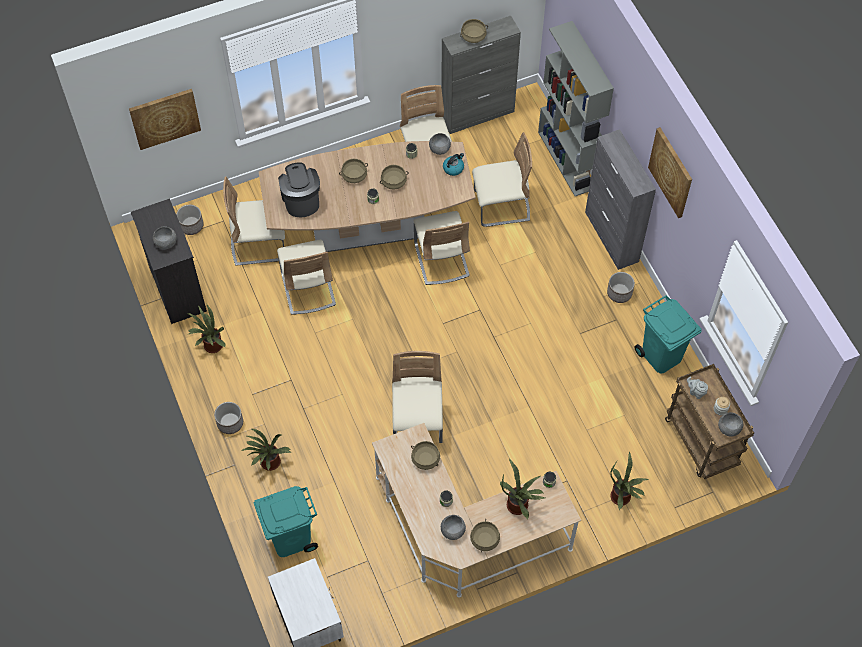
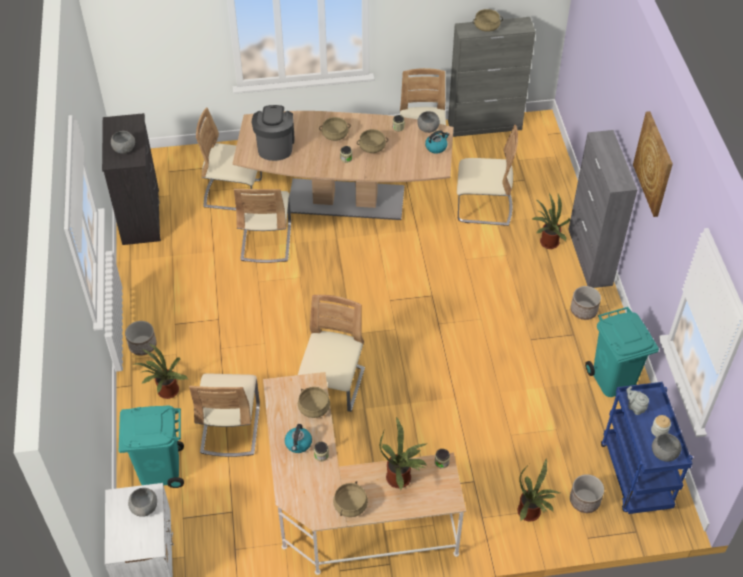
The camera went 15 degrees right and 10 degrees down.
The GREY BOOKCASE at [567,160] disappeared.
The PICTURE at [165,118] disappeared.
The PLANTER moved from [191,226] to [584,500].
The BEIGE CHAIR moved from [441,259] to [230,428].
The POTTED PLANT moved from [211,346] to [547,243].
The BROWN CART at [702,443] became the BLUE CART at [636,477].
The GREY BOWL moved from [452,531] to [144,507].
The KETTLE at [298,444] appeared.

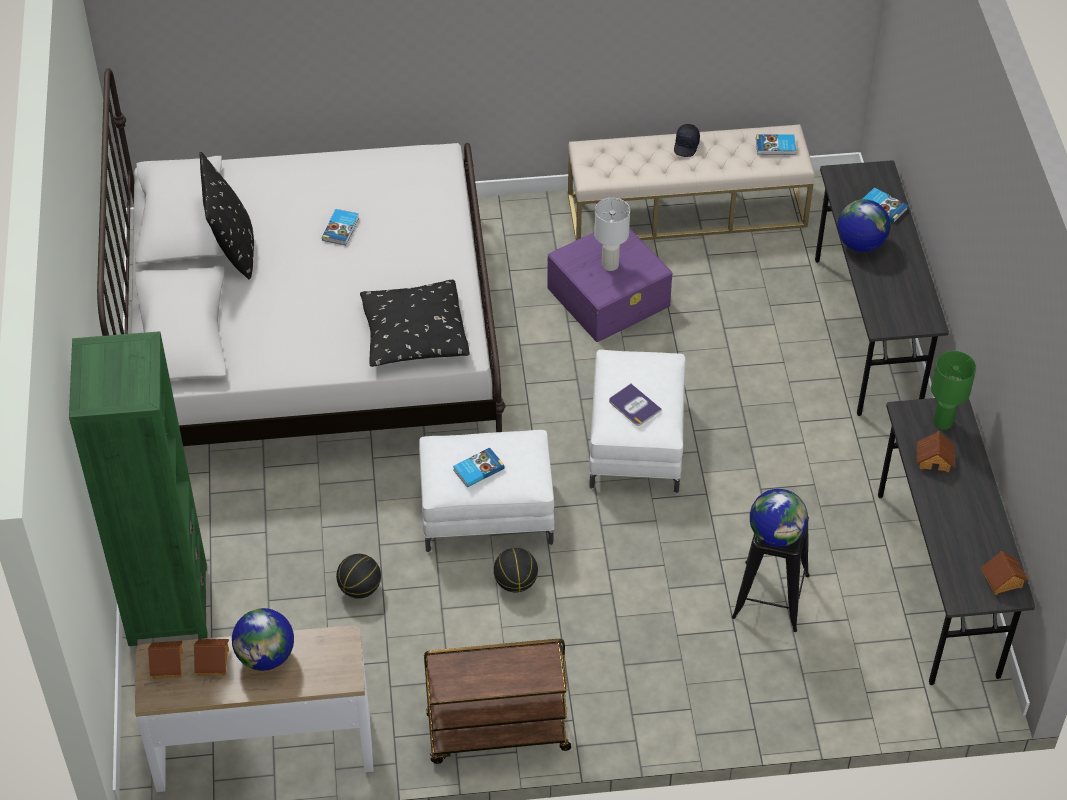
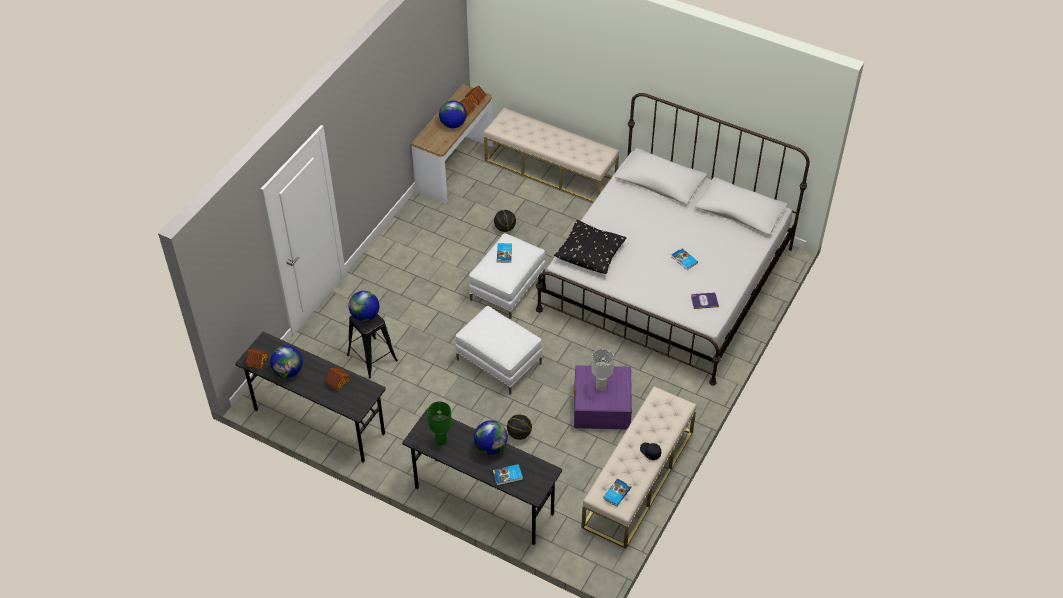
The camera went 125 degrees right and 0 degrees up.
The BLACK PILLOW at [232,247] disappeared.
The GREEN BOOKCASE at [167,604] was replaced by the BEIGE BENCH at [550,170].
The GREEN TABLE LAMP moved from [943,422] to [441,441].
The BOOK moved from [634,405] to [704,301].
The BASKETBALL moved from [515,583] to [519,434].
The BROWN CART at [496,734] disappeared.
The GLOBE at [288,371] appeared.

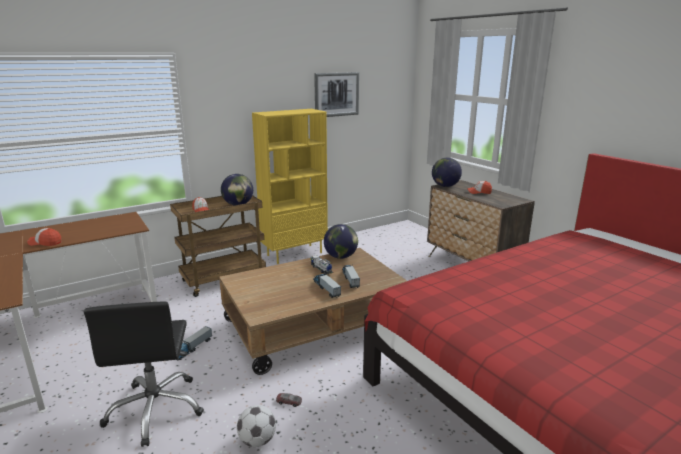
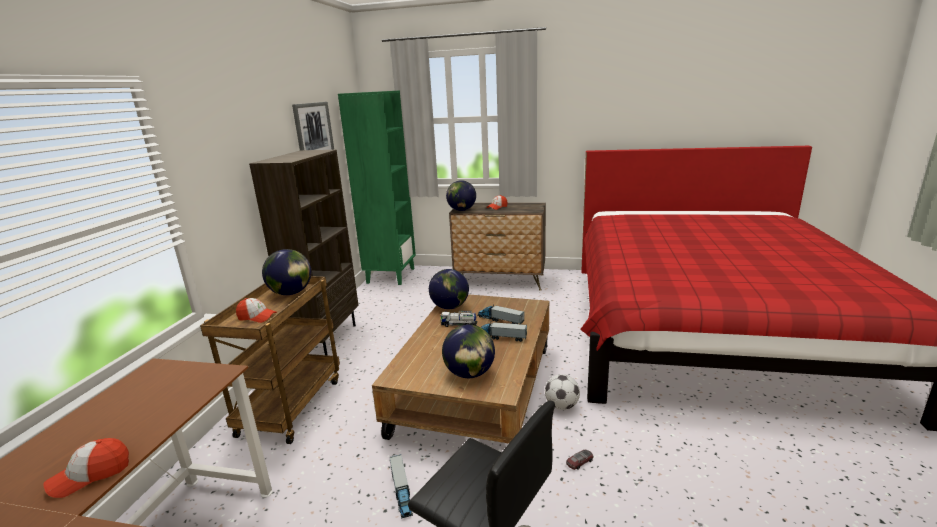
The camera went 45 degrees left and 0 degrees up.
The YELLOW BOOKCASE at [294,253] became the BROWN BOOKCASE at [327,339].
The FOOTBALL moved from [257,440] to [561,406].
The GREEN BOOKCASE at [390,275] appeared.
The GLOBE at [469,373] appeared.

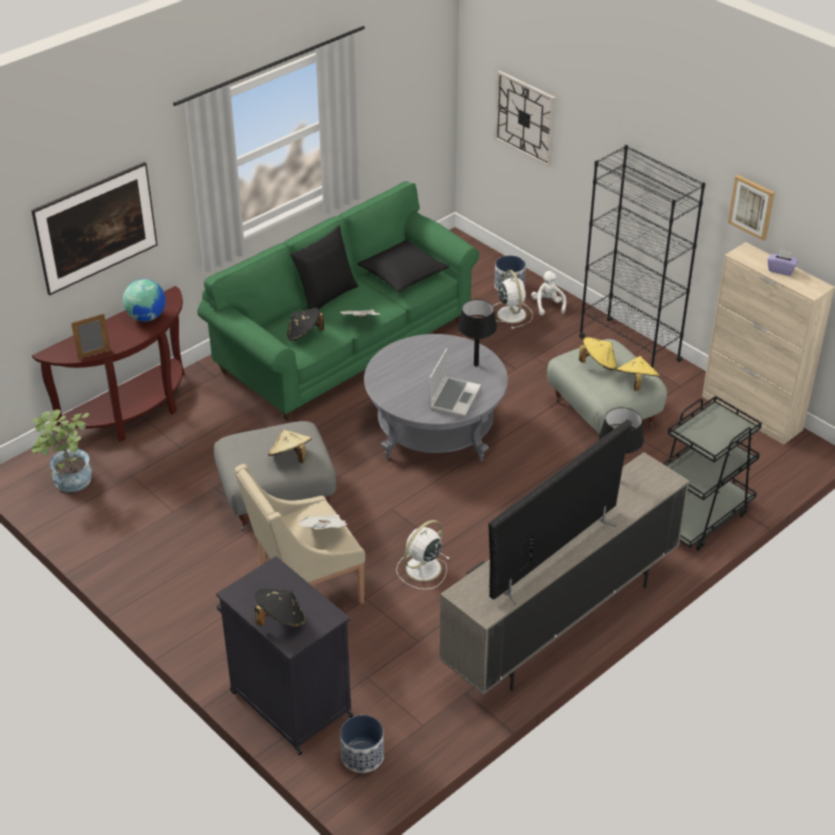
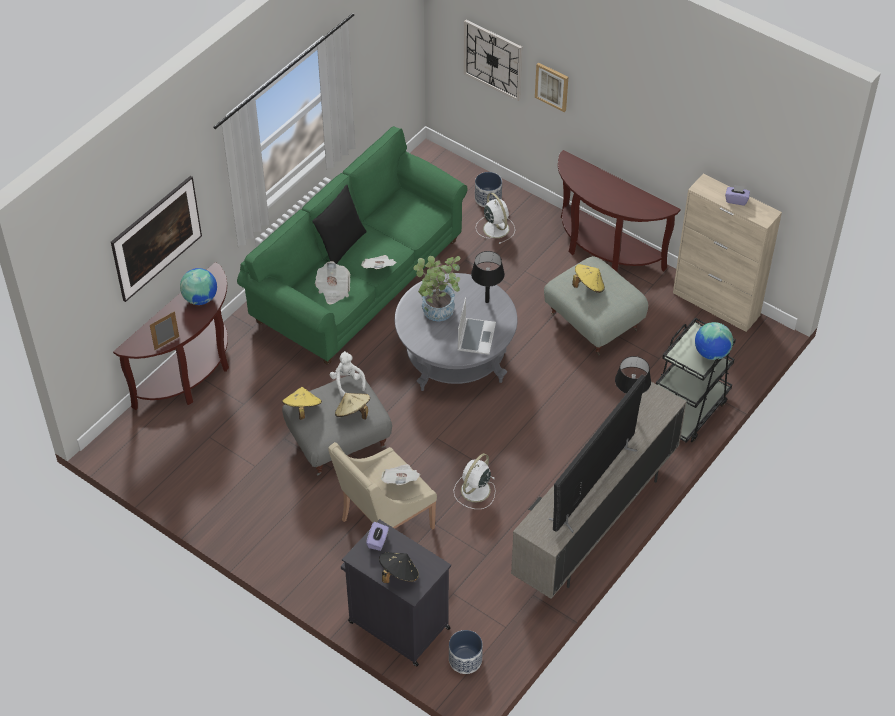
The camera went 10 degrees left and 10 degrees up.
The BLACK BOOKCASE at [629,348] was replaced by the BROWN CONSOLE TABLE at [604,251].
The PICTURE moved from [752,207] to [552,86].
The BLACK PILLOW at [402,274] disappeared.
The WHITE PLUSH TOY moved from [547,305] to [347,382].
The BLACK HAT at [304,335] was replaced by the NEWSPAPER at [333,290].
The YELLOW HAT moved from [636,384] to [302,409].
The POTTED PLANT moved from [70,483] to [437,313].
The GLOBE at [711,353] appeared.
The PURPLE TISSUE BOX at [378,541] appeared.

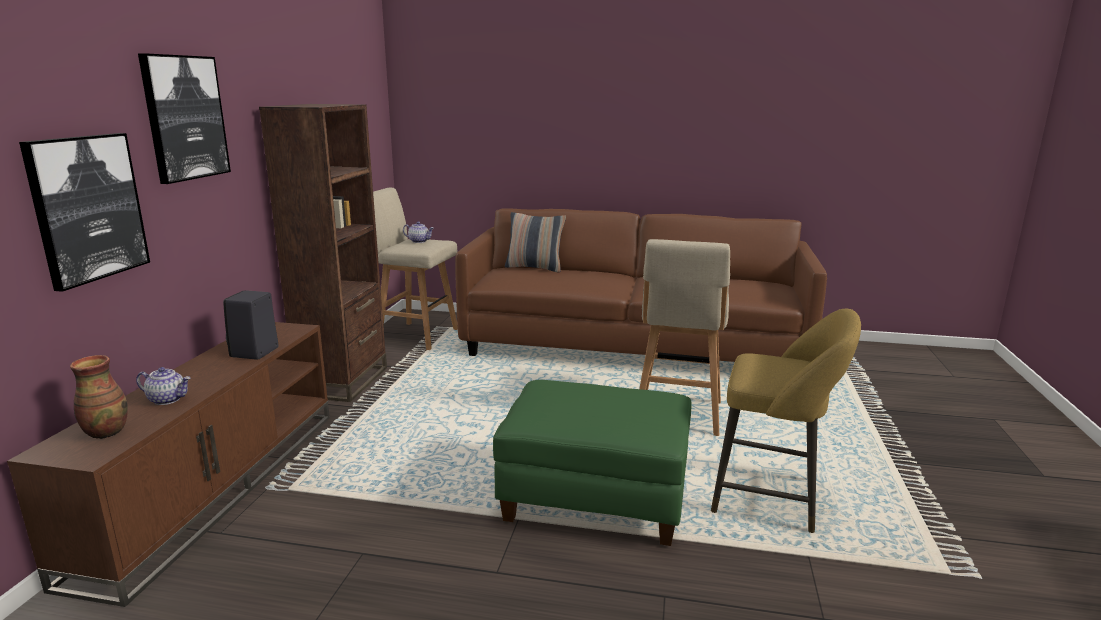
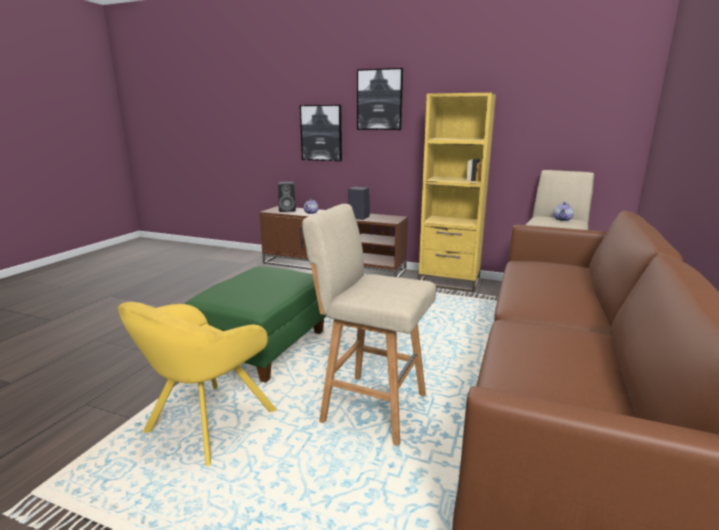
The camera went 100 degrees right and 0 degrees up.
The BROWN BOOKCASE at [343,381] became the YELLOW BOOKCASE at [449,282].
The PILLOW at [534,268] disappeared.
The YELLOW STOOL at [773,498] was replaced by the YELLOW ARMCHAIR at [206,425].
The VASE at [106,432] was replaced by the BLACK SPEAKER at [288,210].

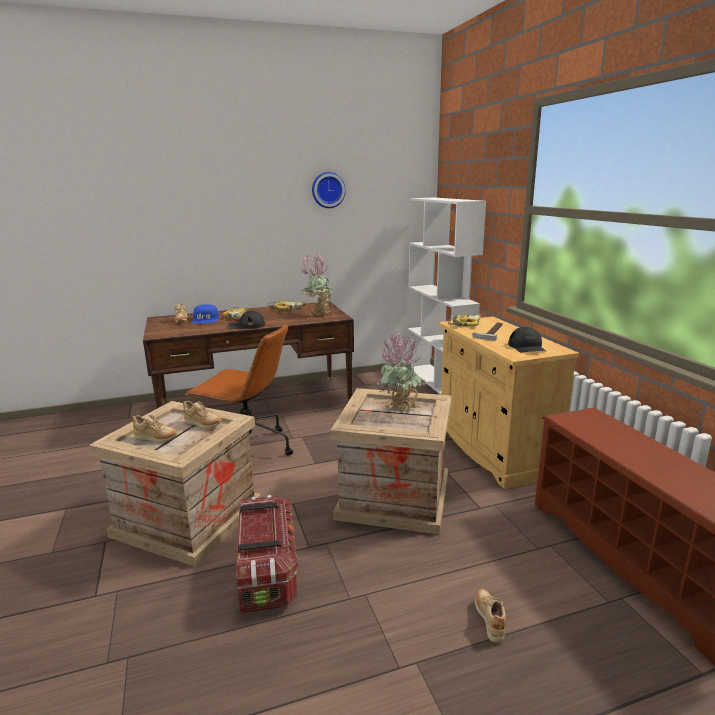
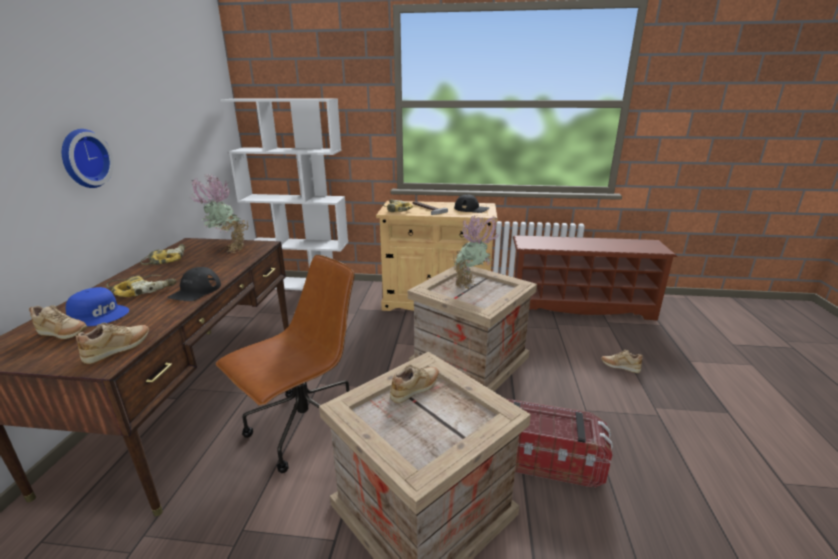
The camera went 65 degrees left and 5 degrees up.
The WALL CLOCK moved from [328,190] to [83,158].
The BEIGE SHOE moved from [156,439] to [118,350].

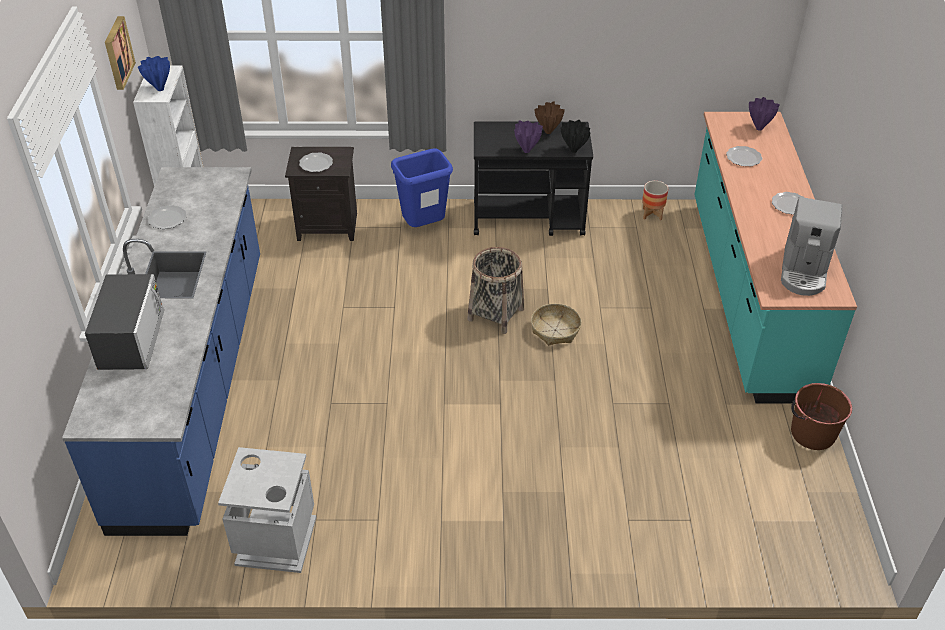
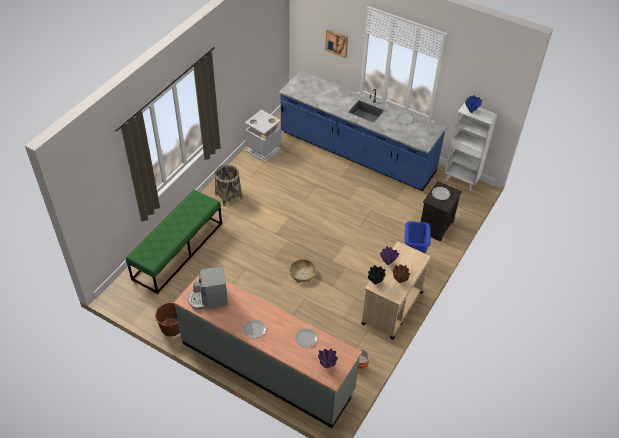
The camera went 120 degrees right and 5 degrees up.
The PICTURE moved from [117,52] to [337,43].
The TURQUOISE COUNTER at [748,294] became the GREY COUNTER at [267,367].
The BLACK CART at [529,219] became the BEIGE CART at [392,308].
The COFFEE MACHINE at [804,271] turned 60 degrees counterclockwise.
The BASKET moved from [495,314] to [229,196].
The MICROWAVE at [132,340] disappeared.
The GREEN BENCH at [178,250] appeared.

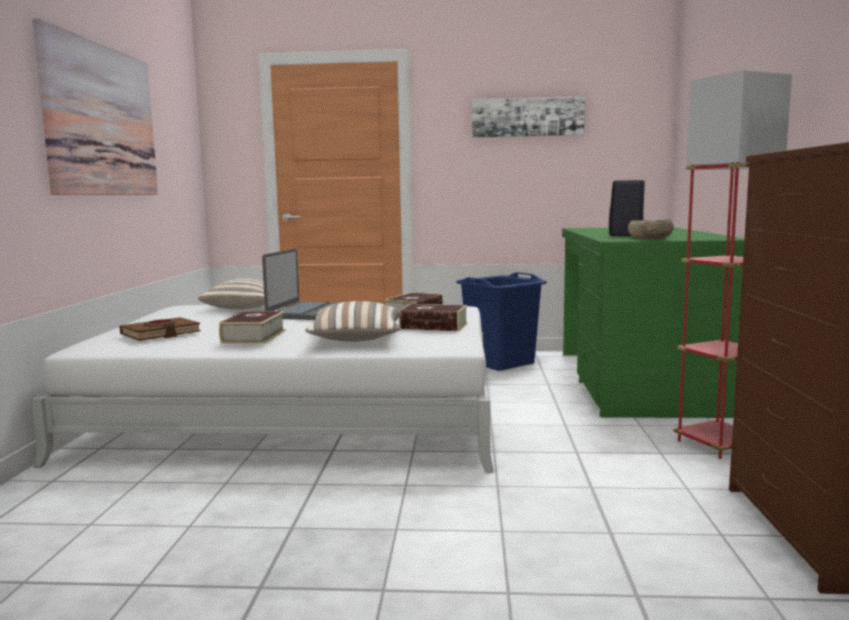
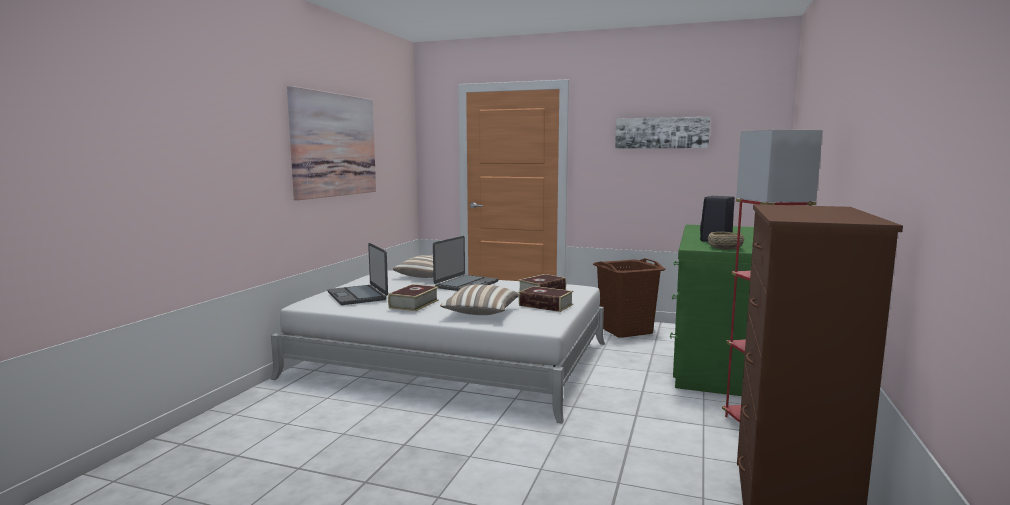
The camera went 15 degrees right and 0 degrees up.
The BLUE LAUNDRY BASKET at [501,363] became the BROWN LAUNDRY BASKET at [626,330].
The BROWN BOOK at [161,334] was replaced by the LAPTOP at [358,296].

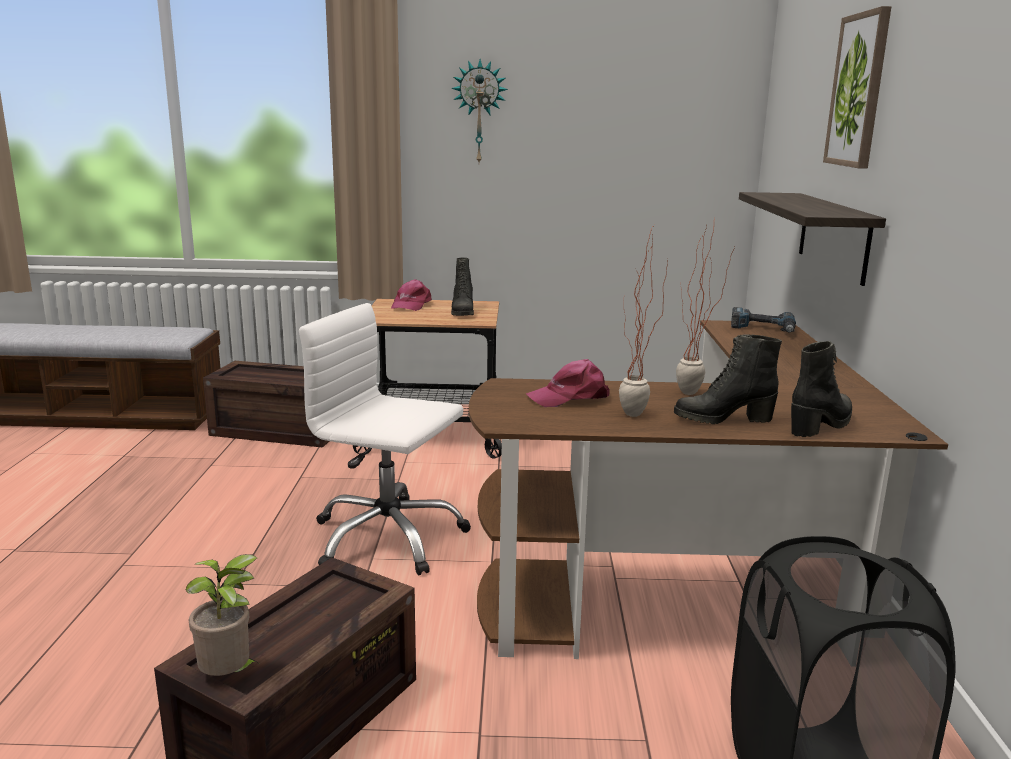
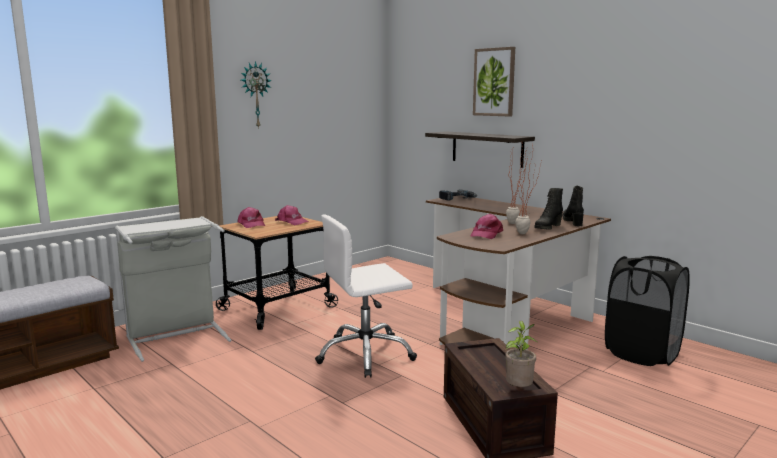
The camera went 45 degrees left and 5 degrees down.
The BLACK BOOT at [462,312] was replaced by the PINK CAP at [292,222].
The CRATE at [281,430] was replaced by the GREY LAUNDRY BASKET at [176,336].

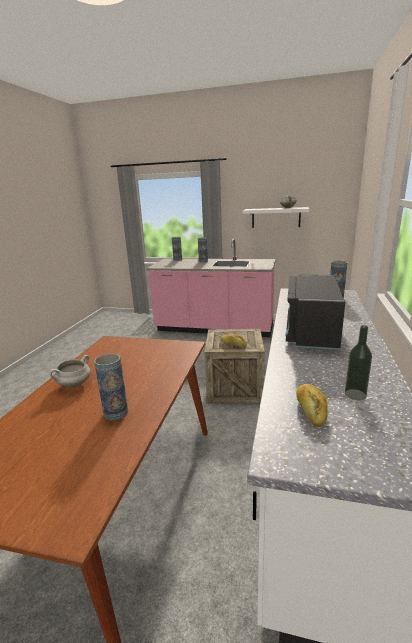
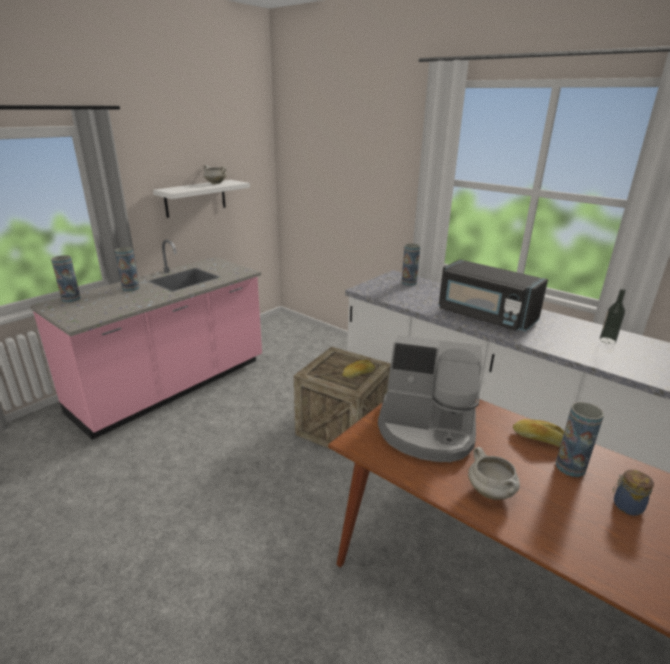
The camera went 65 degrees left and 5 degrees up.
The BREAD moved from [311,410] to [539,439].
The COFFEE MACHINE at [427,430] appeared.
The JAR at [626,506] appeared.

